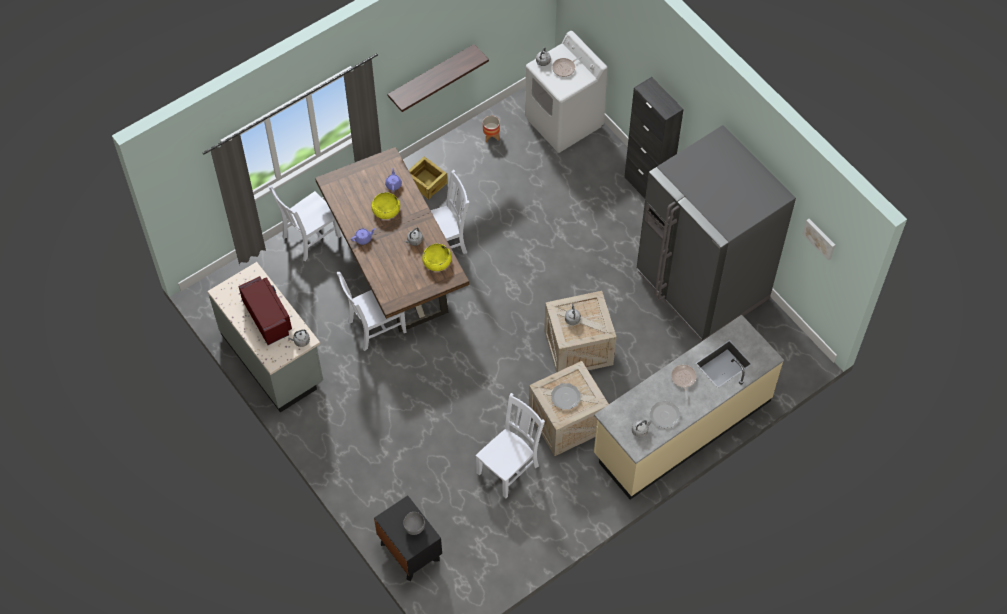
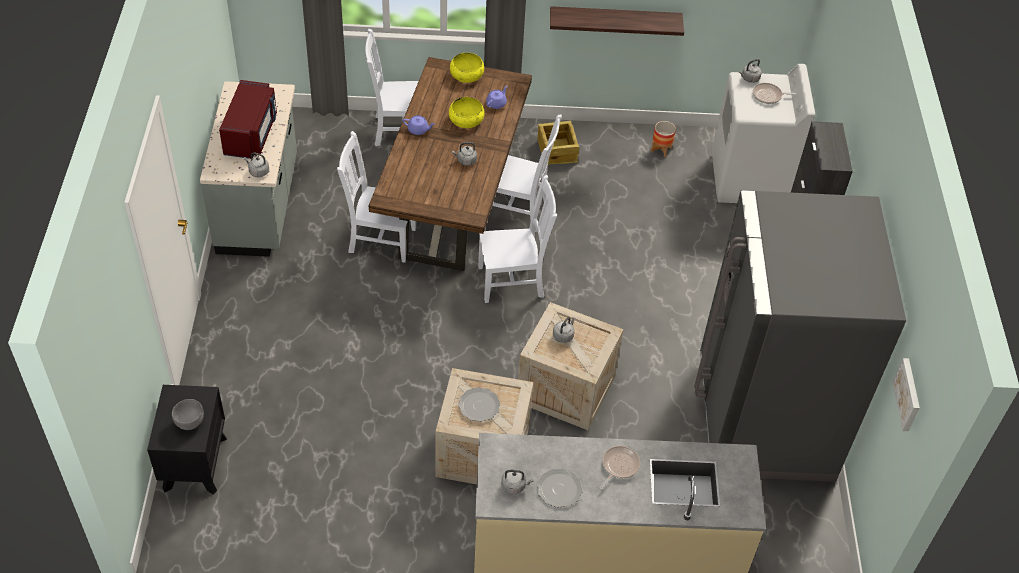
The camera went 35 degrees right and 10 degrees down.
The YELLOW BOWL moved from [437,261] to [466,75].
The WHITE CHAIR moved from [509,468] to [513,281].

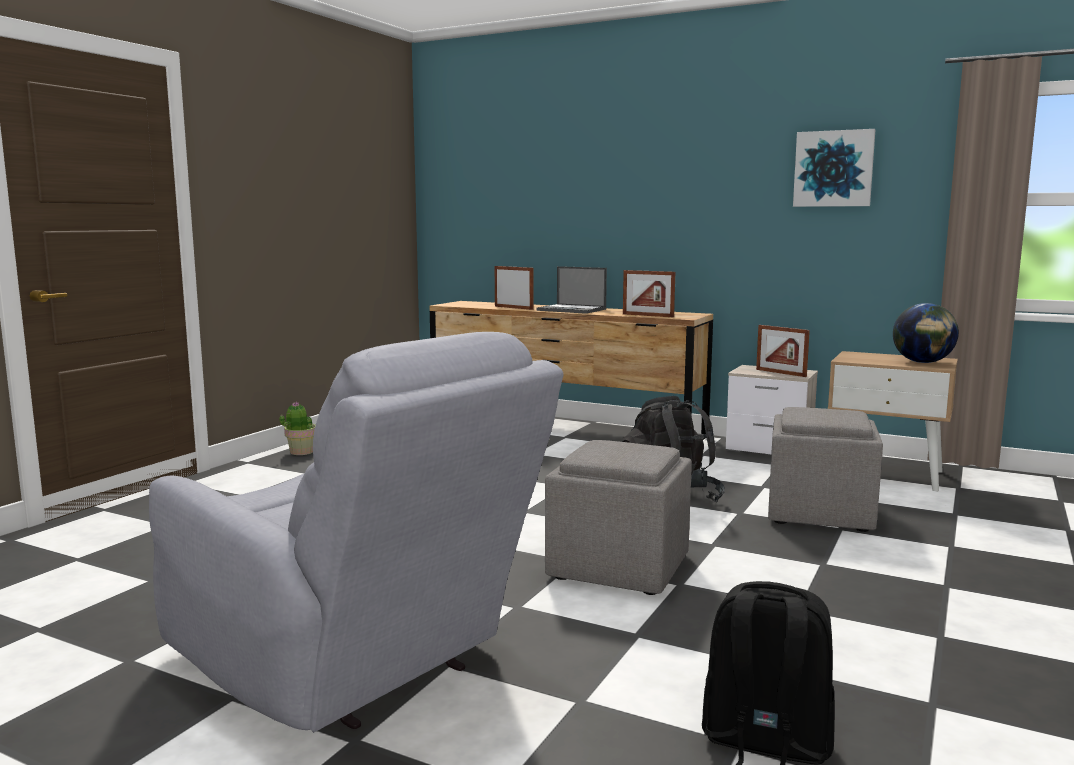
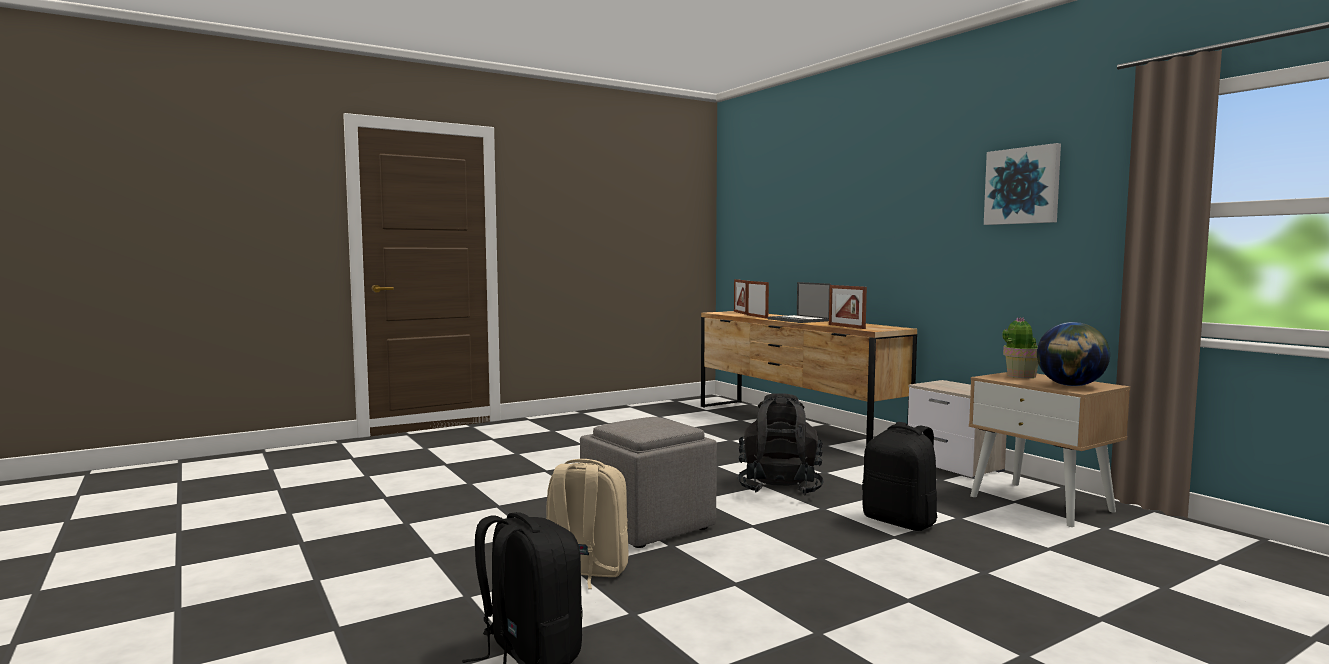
The camera went 30 degrees right and 5 degrees down.
The PICTURE FRAME moved from [780,373] to [740,313].
The GREY ARMCHAIR at [353,665] disappeared.
The POTTED PLANT moved from [301,452] to [1020,376].
The GREY OTTOMAN at [820,513] was replaced by the BLACK BACKPACK at [900,521].
The BEIGE BACKPACK at [585,571] appeared.

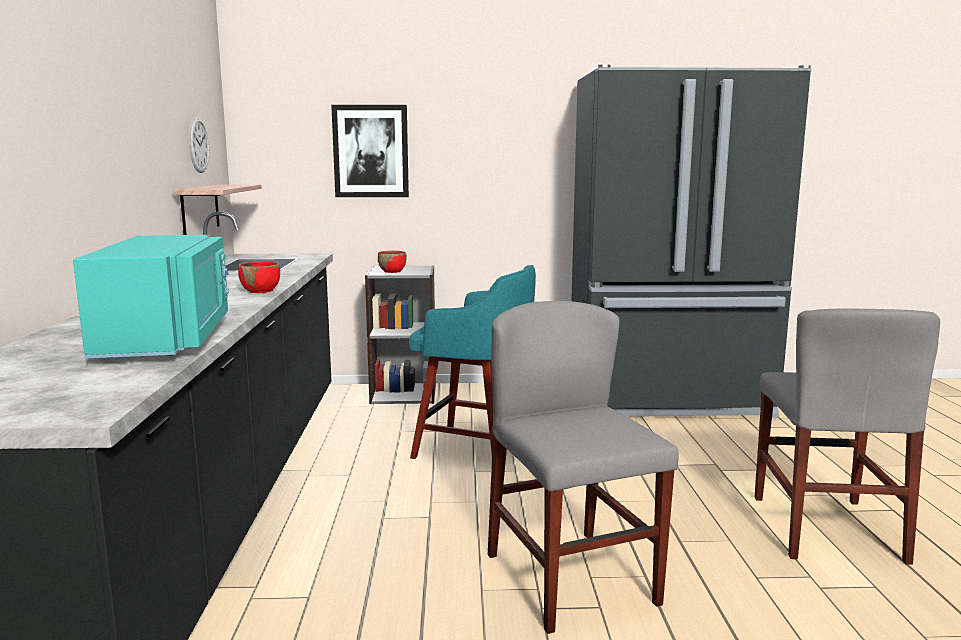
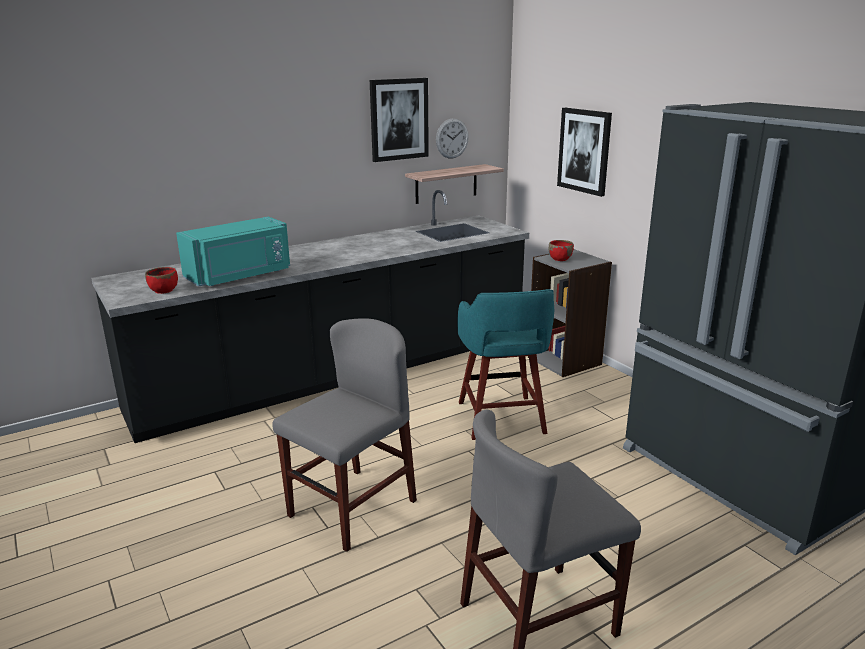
The camera went 60 degrees right and 10 degrees up.
The RED BOWL moved from [261,291] to [164,290].
The PICTURE at [399,119] appeared.

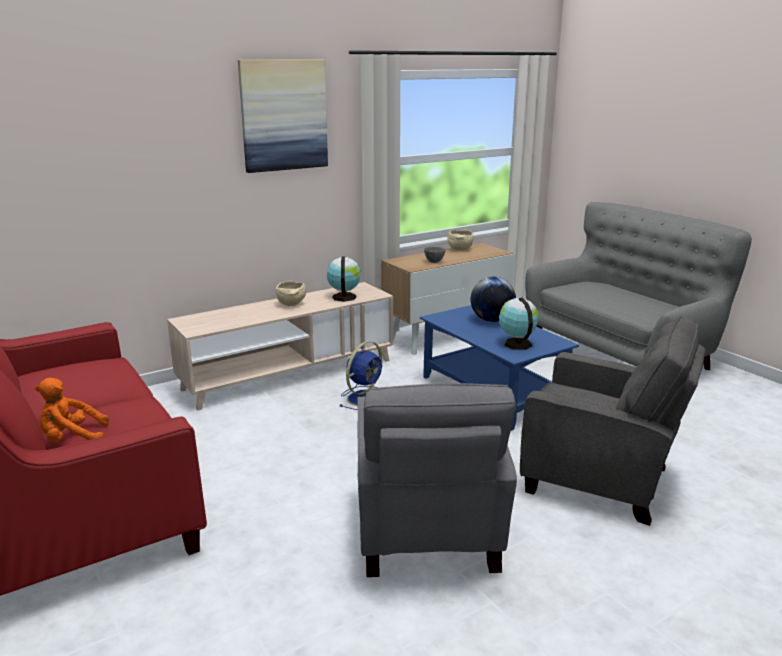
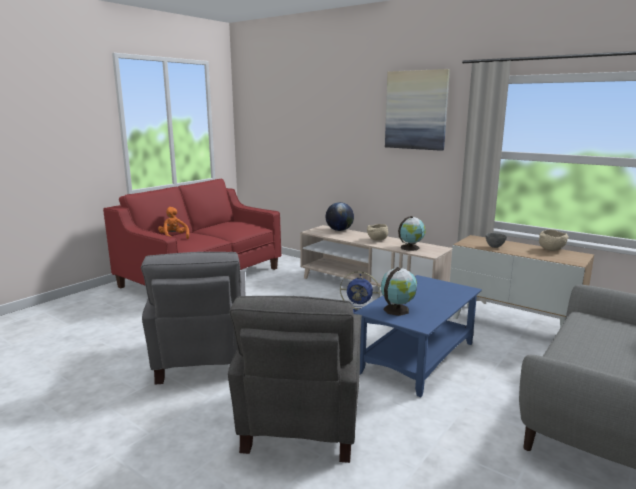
The camera went 70 degrees right and 5 degrees down.
The GLOBE moved from [492,320] to [339,230].
The GREY ARMCHAIR at [426,533] turned 75 degrees counterclockwise.

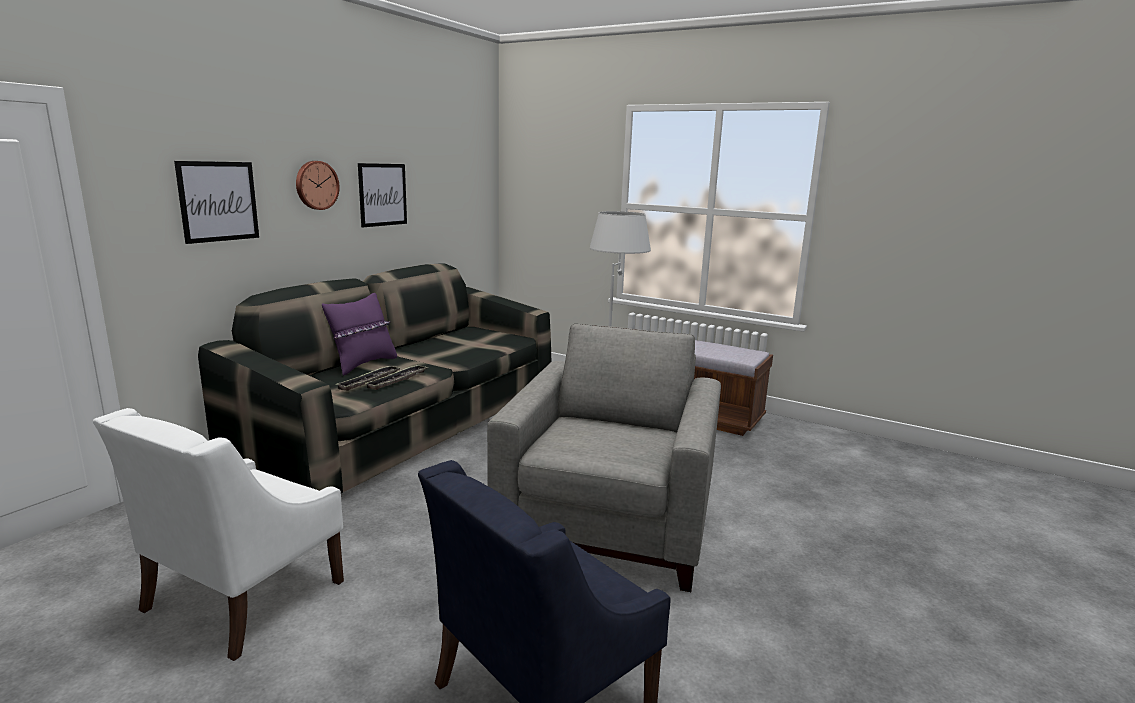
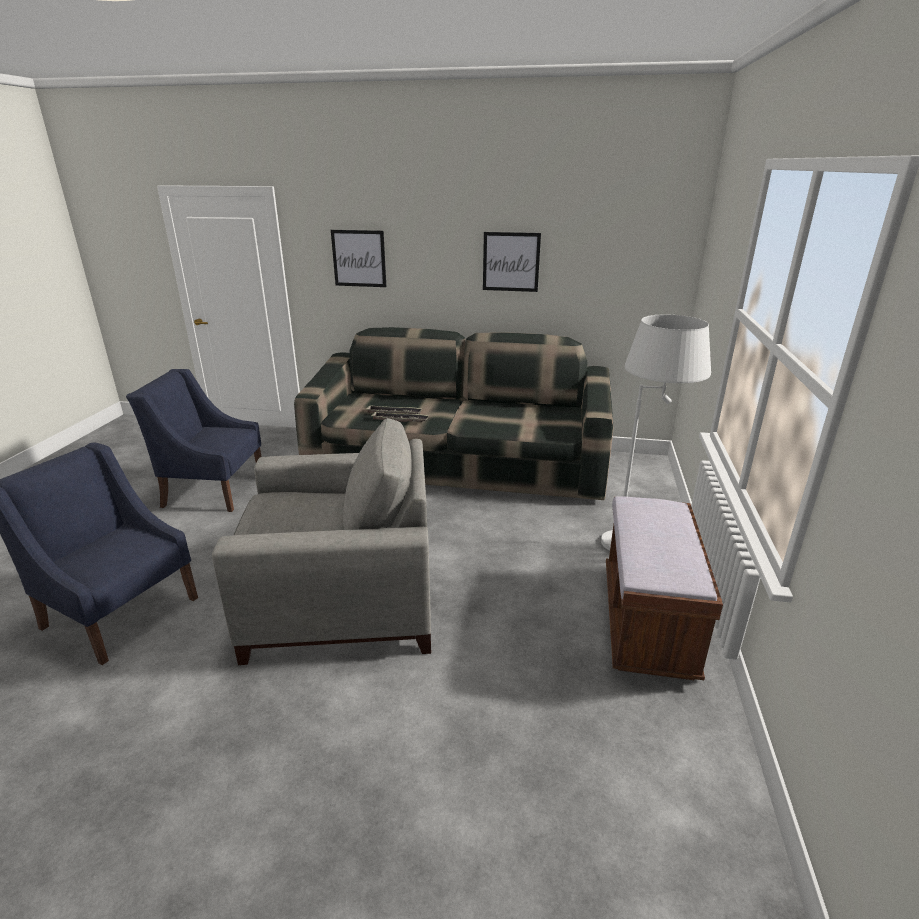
The camera went 70 degrees right and 10 degrees up.
The WALL CLOCK at [316,185] disappeared.
The PURPLE PILLOW at [363,364] disappeared.
The WHITE ARMCHAIR at [242,596] became the BLUE ARMCHAIR at [213,489].

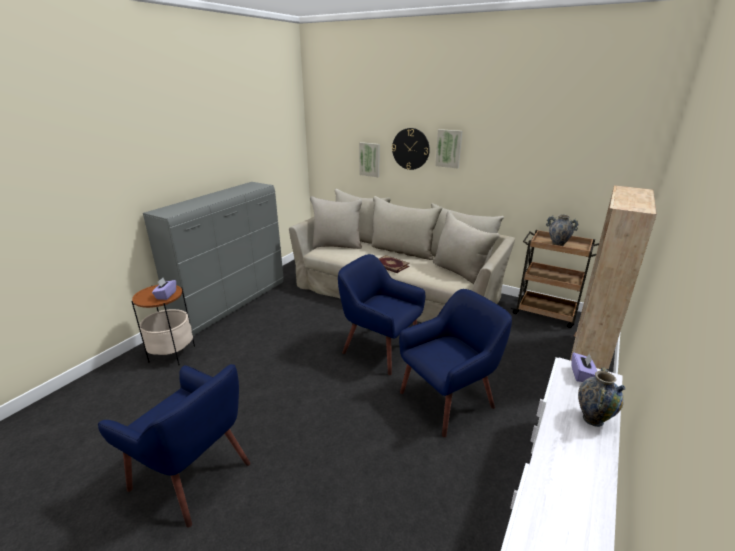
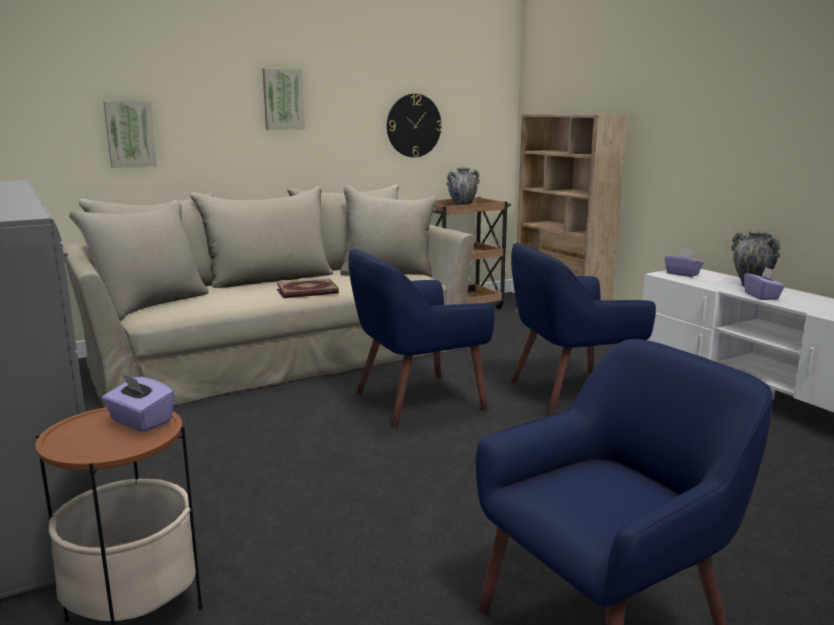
The camera went 60 degrees left and 10 degrees down.
The WALL CLOCK moved from [410,149] to [413,125].
The BLUE ARMCHAIR at [448,400] turned 105 degrees counterclockwise.
The PURPLE TISSUE BOX at [761,296] appeared.

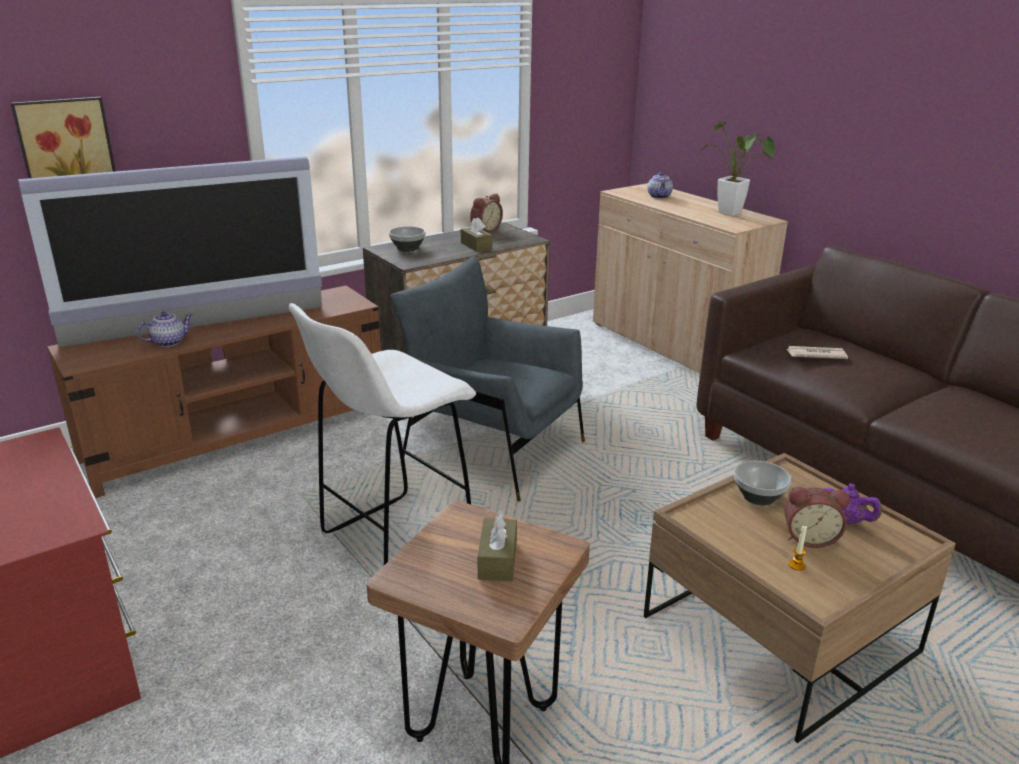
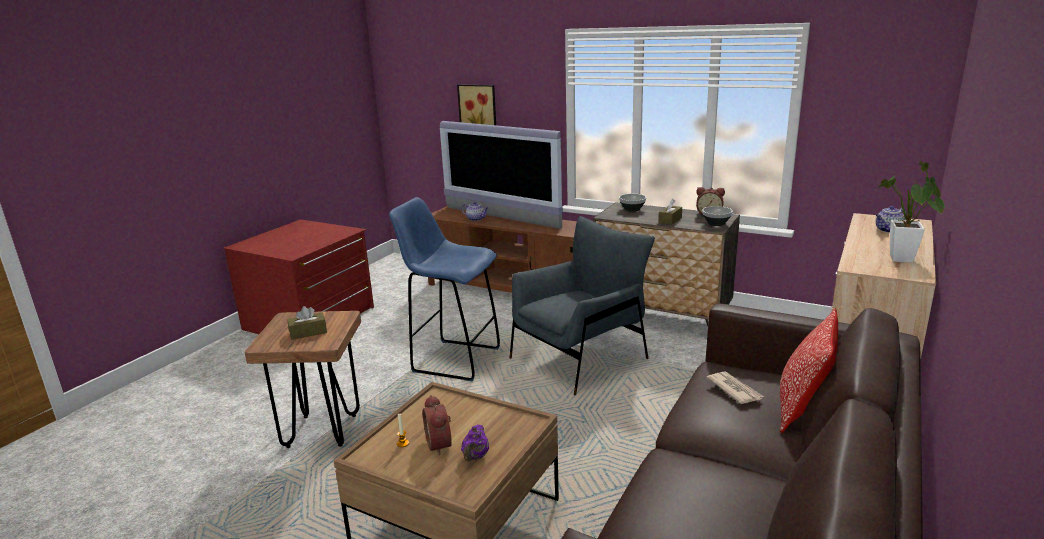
The camera went 65 degrees right and 5 degrees down.
The GREY ARMCHAIR at [492,449] turned 45 degrees clockwise.
The WHITE STOOL at [392,540] became the BLUE STOOL at [454,360].
The BOWL moved from [758,496] to [716,223].
The PILLOW at [802,409] appeared.

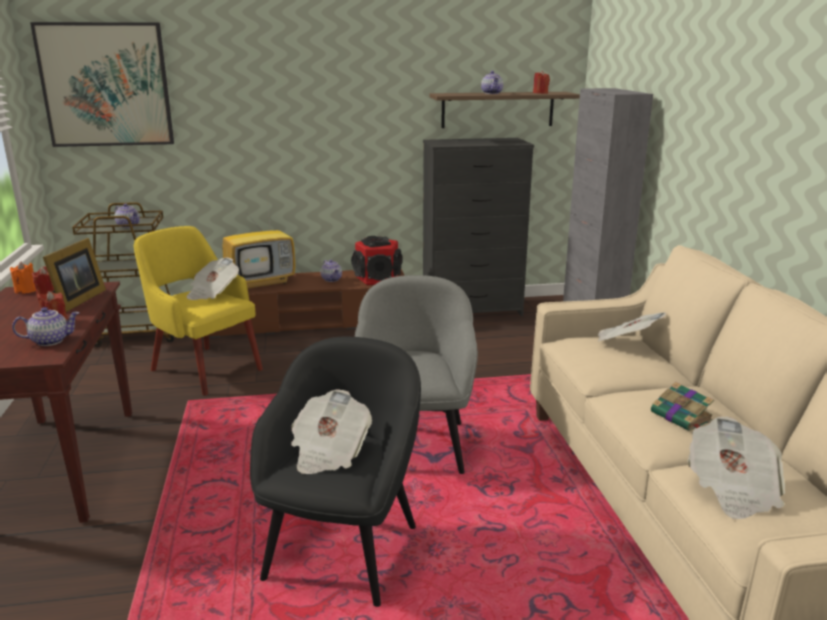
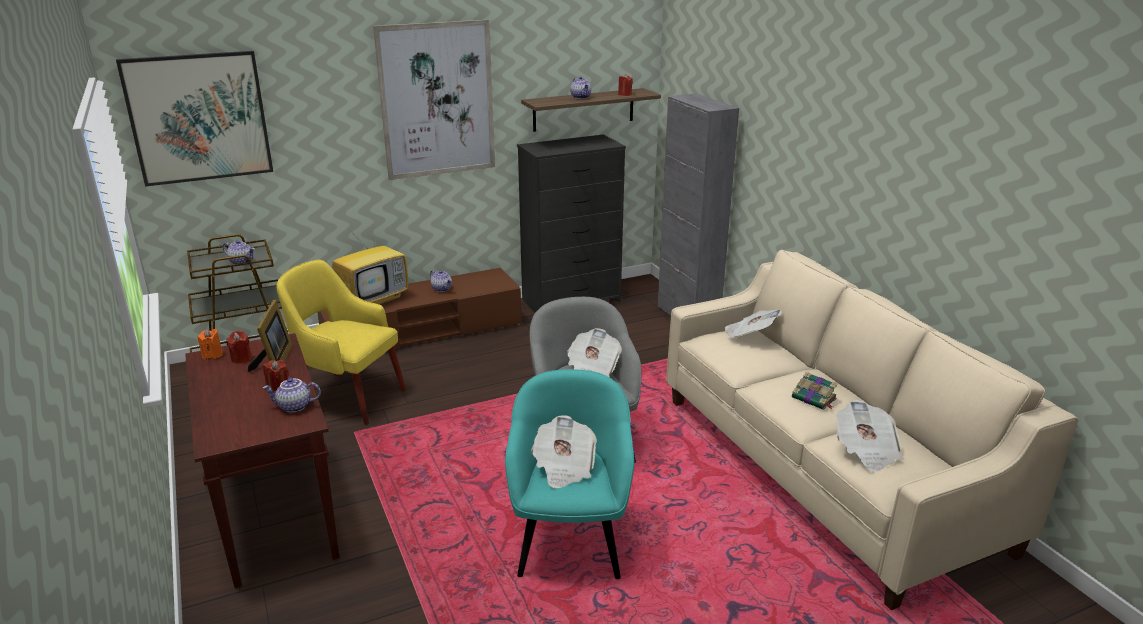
The camera went 15 degrees left and 5 degrees up.
The SPEAKER at [378,279] disappeared.
The NEWSPAPER moved from [213,293] to [592,370].
The TEAPOT at [51,341] turned 150 degrees counterclockwise.
The BLACK ARMCHAIR at [344,549] became the TURQUOISE ARMCHAIR at [570,541].
The PICTURE at [437,100] appeared.

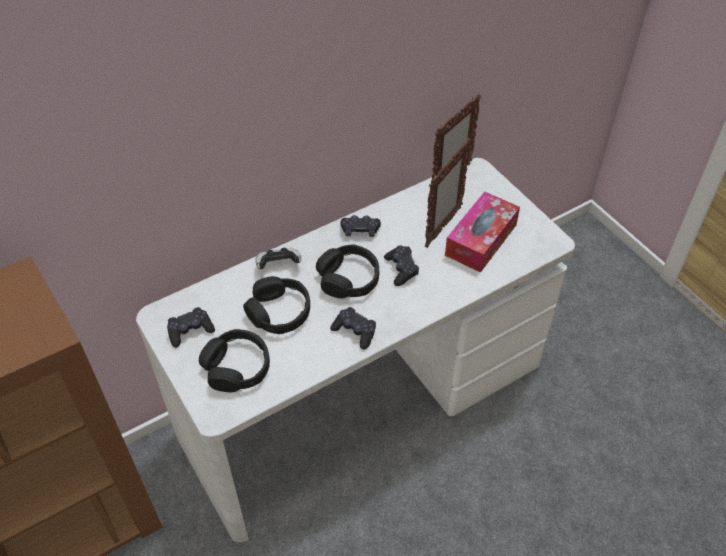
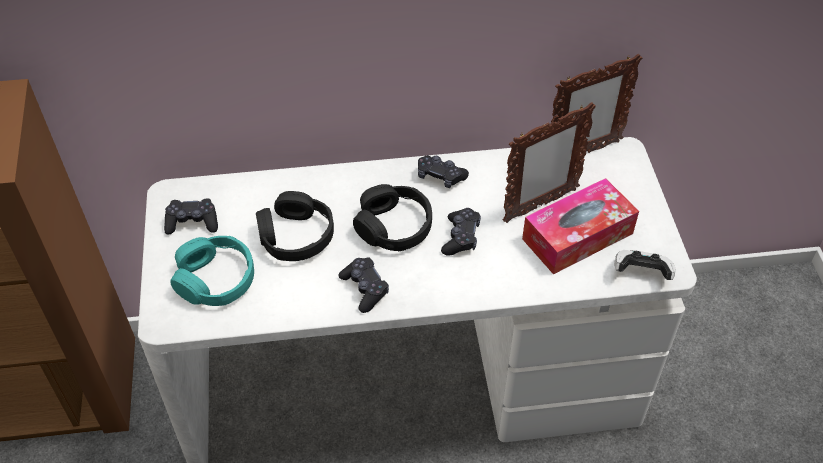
The camera went 25 degrees right and 0 degrees up.
The GAME CONTROLLER moved from [278,265] to [641,273].
The BLACK HEADPHONES at [237,367] became the TURQUOISE HEADPHONES at [215,279].

